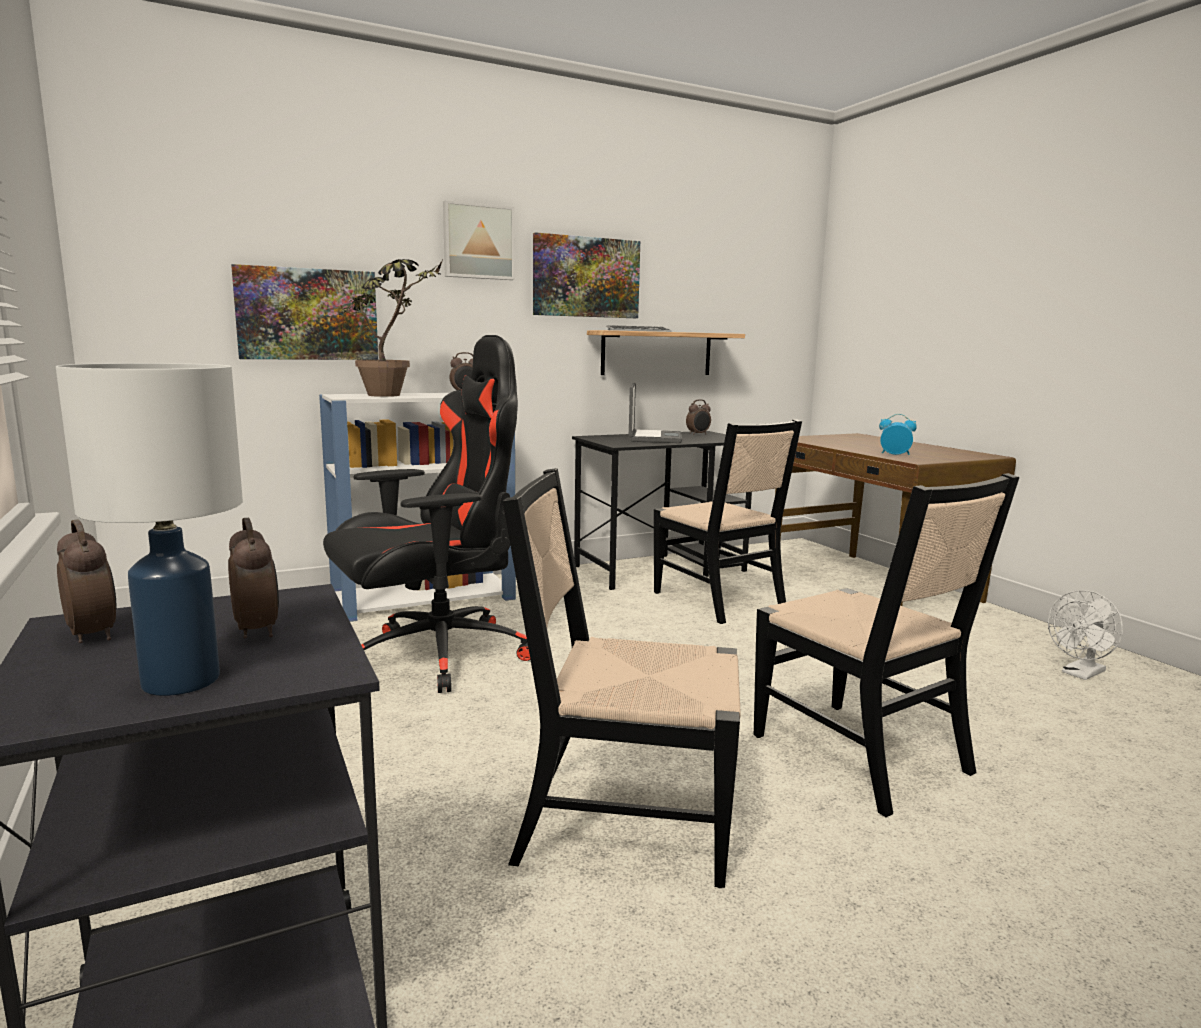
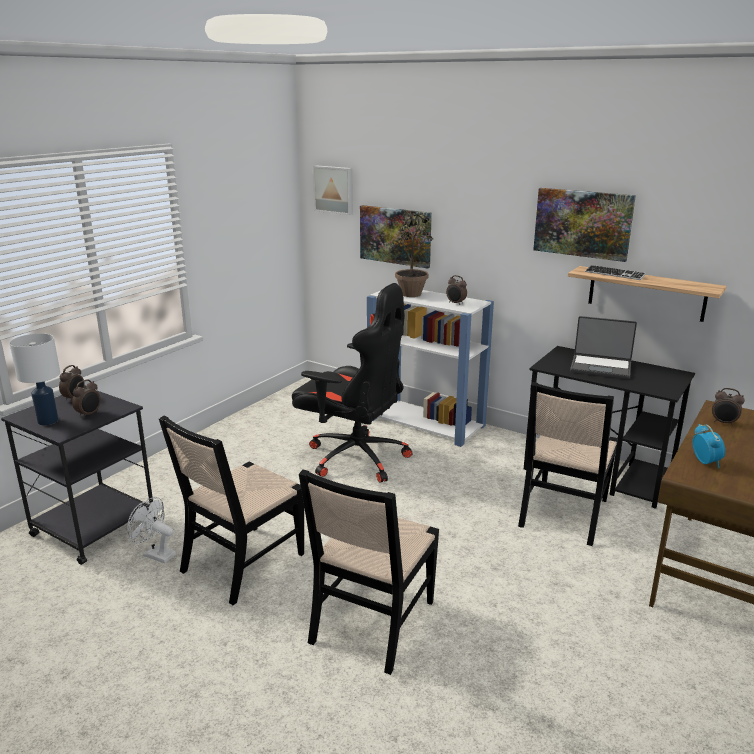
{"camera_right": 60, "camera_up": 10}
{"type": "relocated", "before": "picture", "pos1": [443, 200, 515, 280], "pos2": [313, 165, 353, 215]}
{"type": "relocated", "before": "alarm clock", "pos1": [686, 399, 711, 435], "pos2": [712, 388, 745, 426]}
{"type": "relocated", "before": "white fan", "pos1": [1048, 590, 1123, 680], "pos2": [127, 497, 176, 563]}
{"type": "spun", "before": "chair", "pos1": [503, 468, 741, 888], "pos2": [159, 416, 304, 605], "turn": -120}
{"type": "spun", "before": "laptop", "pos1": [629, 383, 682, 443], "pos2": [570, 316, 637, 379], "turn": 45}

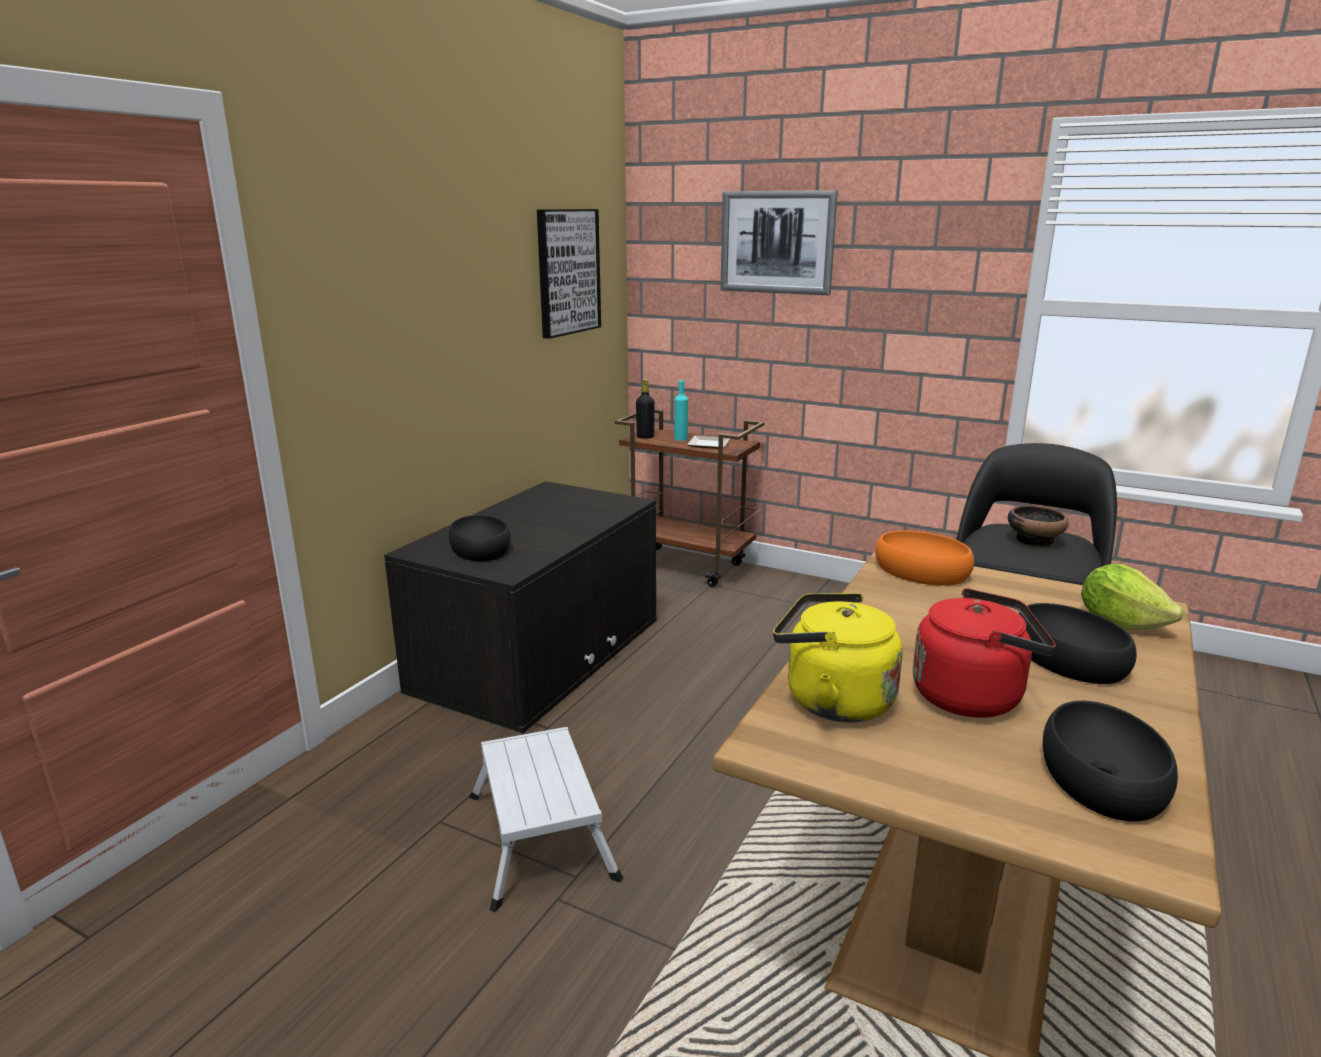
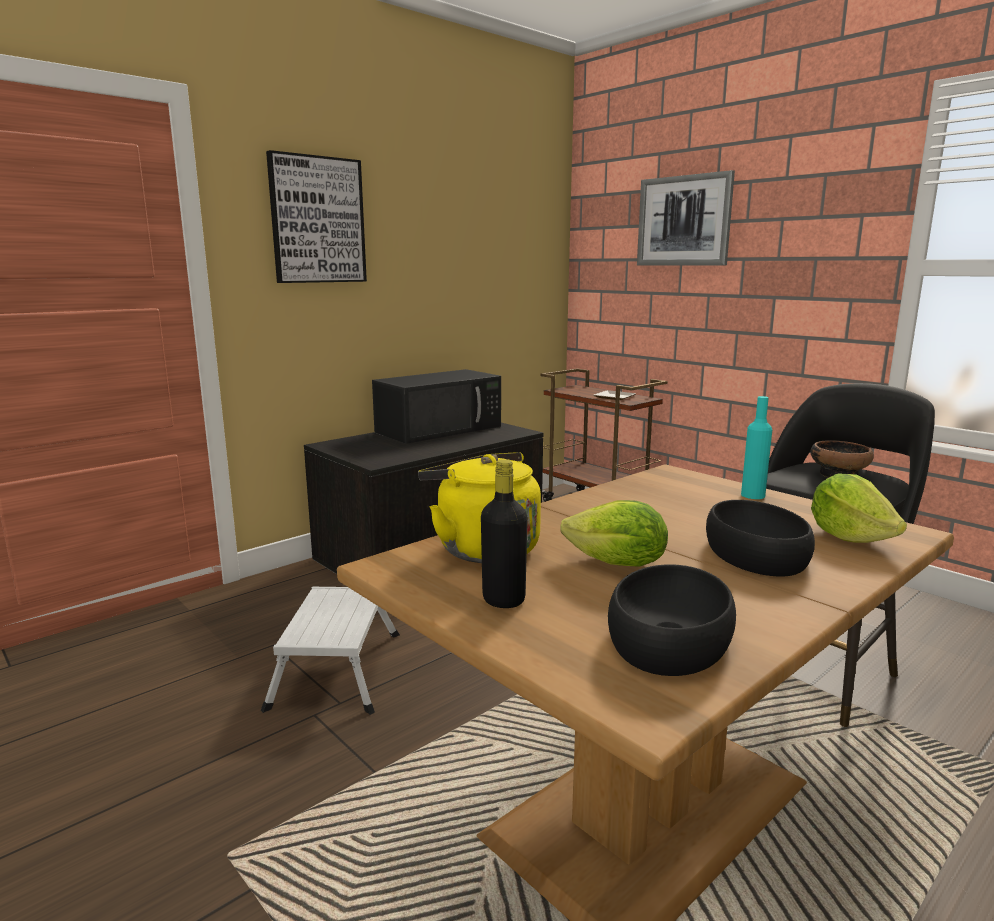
{"camera_right": 20, "camera_up": -5}
{"type": "missing", "before": "black bowl", "pos1": [449, 515, 510, 561]}
{"type": "missing", "before": "orange bowl", "pos1": [875, 530, 974, 586]}
{"type": "appeared", "after": "black microwave", "pos2": [372, 369, 501, 444]}
{"type": "relocated", "before": "picture", "pos1": [537, 209, 601, 339], "pos2": [266, 150, 367, 283]}
{"type": "relocated", "before": "black bottle", "pos1": [636, 379, 655, 439], "pos2": [481, 459, 528, 608]}
{"type": "relocated", "before": "turquoise bottle", "pos1": [674, 380, 688, 441], "pos2": [741, 396, 772, 499]}
{"type": "exchanged", "before": "red kettle", "after": "lettuce", "pos1": [913, 588, 1056, 718], "pos2": [560, 500, 668, 567]}

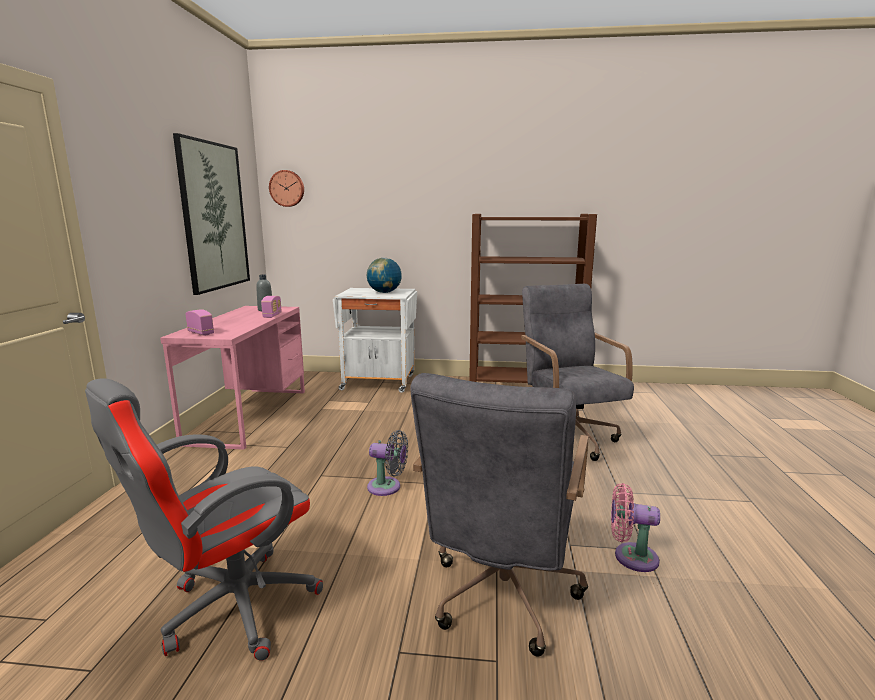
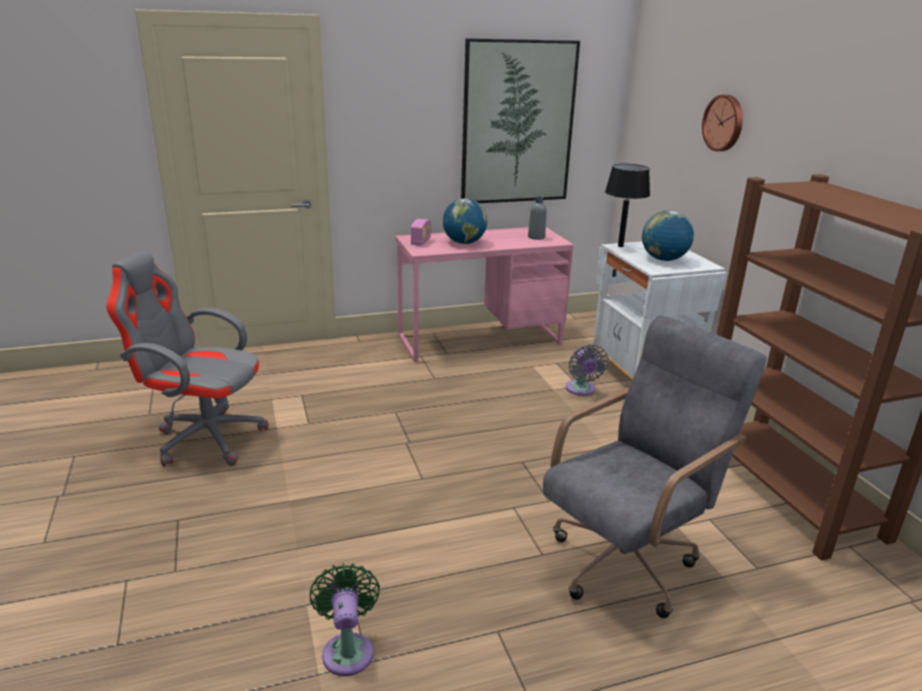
{"camera_right": 65, "camera_up": 10}
{"type": "missing", "before": "radio", "pos1": [261, 296, 282, 318]}
{"type": "missing", "before": "grey office chair", "pos1": [410, 373, 589, 657]}
{"type": "appeared", "after": "globe", "pos2": [443, 198, 487, 244]}
{"type": "appeared", "after": "black table lamp", "pos2": [605, 164, 650, 247]}
{"type": "relocated", "before": "wall clock", "pos1": [269, 170, 304, 207], "pos2": [702, 95, 743, 151]}
{"type": "relocated", "before": "grey fan", "pos1": [367, 430, 408, 496], "pos2": [566, 344, 608, 396]}
{"type": "colour", "before": "pink fan", "after": "green fan", "pos1": [611, 483, 660, 572], "pos2": [310, 563, 380, 676]}

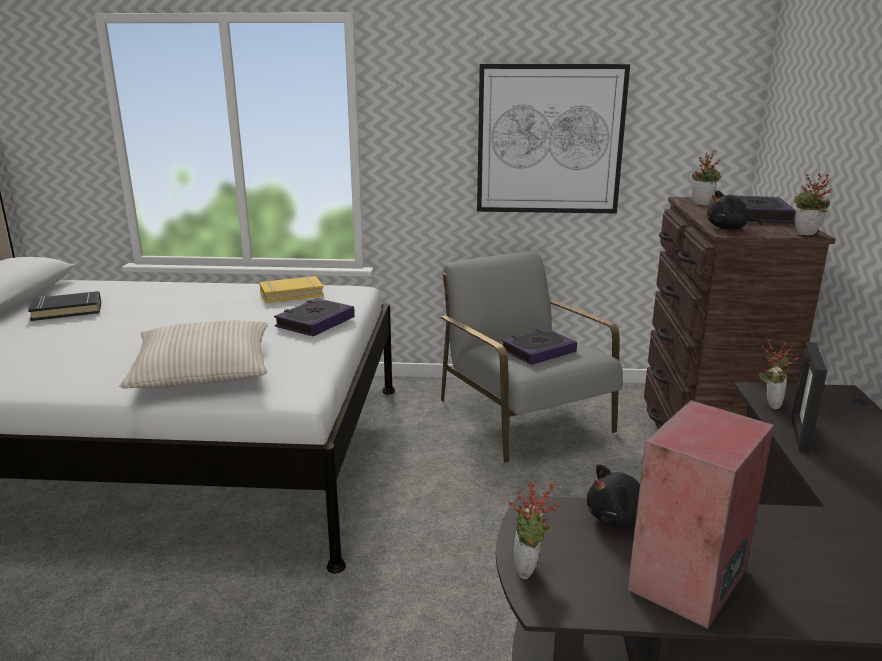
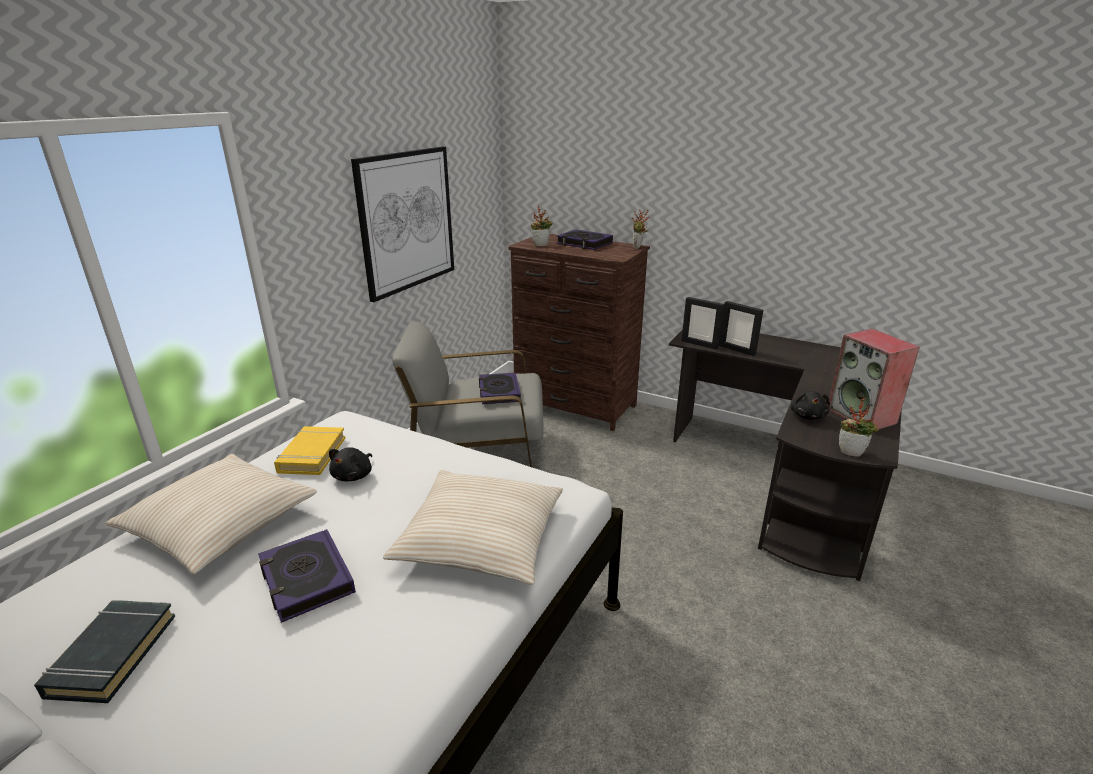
{"camera_right": -65, "camera_up": 5}
{"type": "appeared", "after": "beige pillow", "pos2": [106, 454, 317, 574]}
{"type": "relocated", "before": "book", "pos1": [274, 298, 355, 337], "pos2": [258, 529, 356, 623]}
{"type": "relocated", "before": "black plush toy", "pos1": [707, 190, 762, 230], "pos2": [329, 447, 372, 482]}
{"type": "exchanged", "before": "potted plant", "after": "picture frame", "pos1": [759, 337, 799, 410], "pos2": [681, 297, 724, 350]}

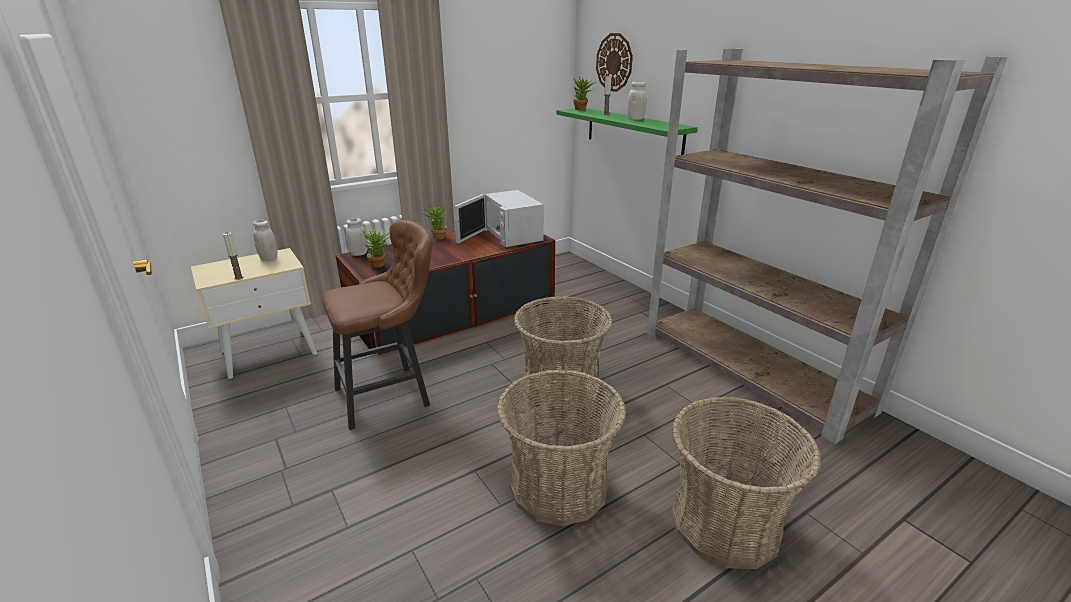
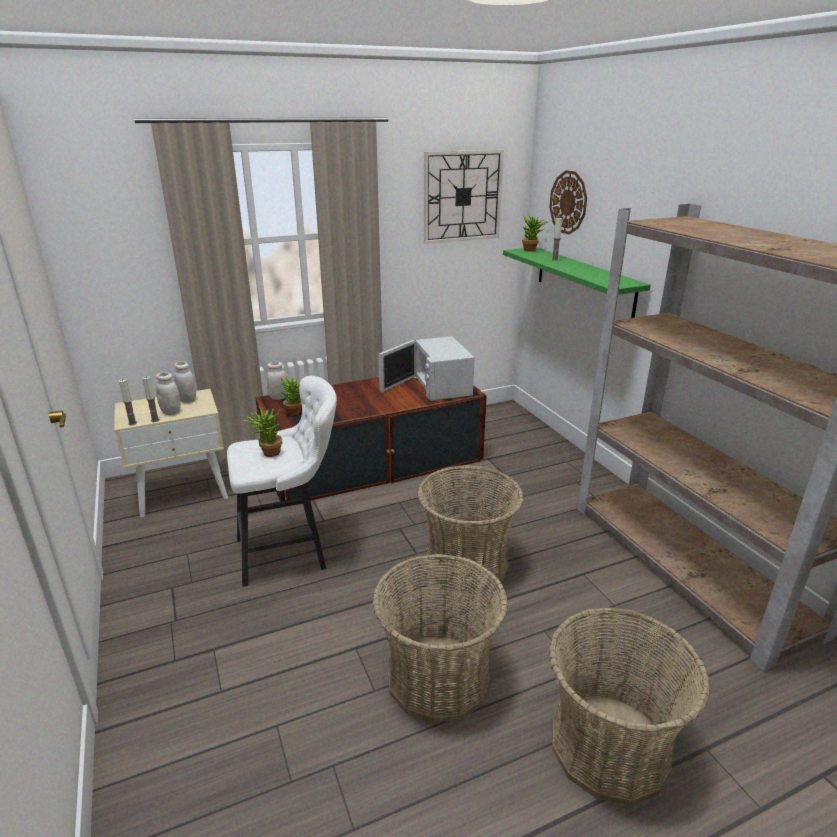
{"camera_right": 10, "camera_up": 0}
{"type": "appeared", "after": "candle", "pos2": [119, 379, 137, 425]}
{"type": "appeared", "after": "wall clock", "pos2": [424, 150, 504, 244]}
{"type": "relocated", "before": "potted plant", "pos1": [422, 204, 447, 240], "pos2": [243, 404, 282, 457]}
{"type": "relocated", "before": "white jar", "pos1": [627, 82, 646, 120], "pos2": [156, 372, 181, 415]}
{"type": "colour", "before": "brown stool", "after": "white stool", "pos1": [322, 219, 433, 430], "pos2": [227, 376, 337, 587]}

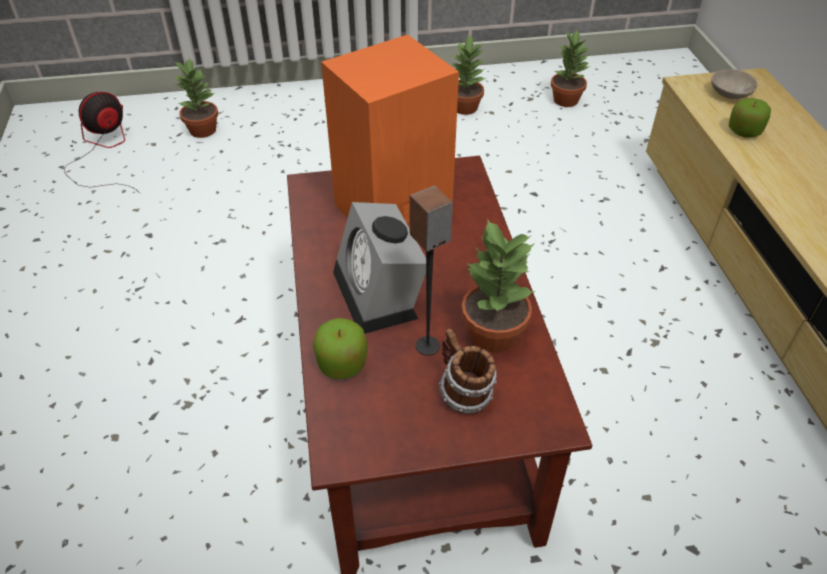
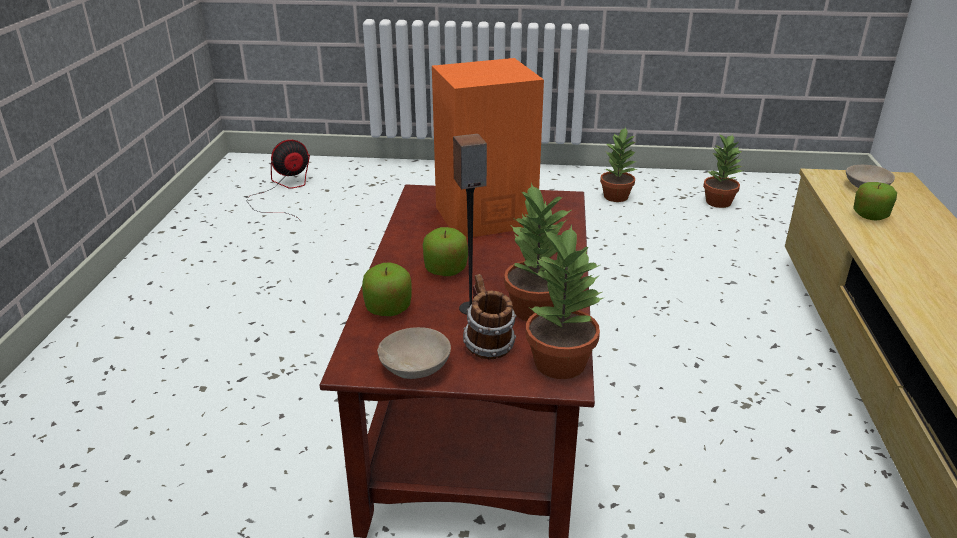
{"camera_right": 15, "camera_up": -15}
{"type": "appeared", "after": "beige bowl", "pos2": [377, 327, 451, 379]}
{"type": "relocated", "before": "potted plant", "pos1": [175, 57, 218, 138], "pos2": [526, 225, 605, 379]}
{"type": "exchanged", "before": "alarm clock", "after": "apple", "pos1": [333, 202, 426, 334], "pos2": [423, 227, 468, 276]}

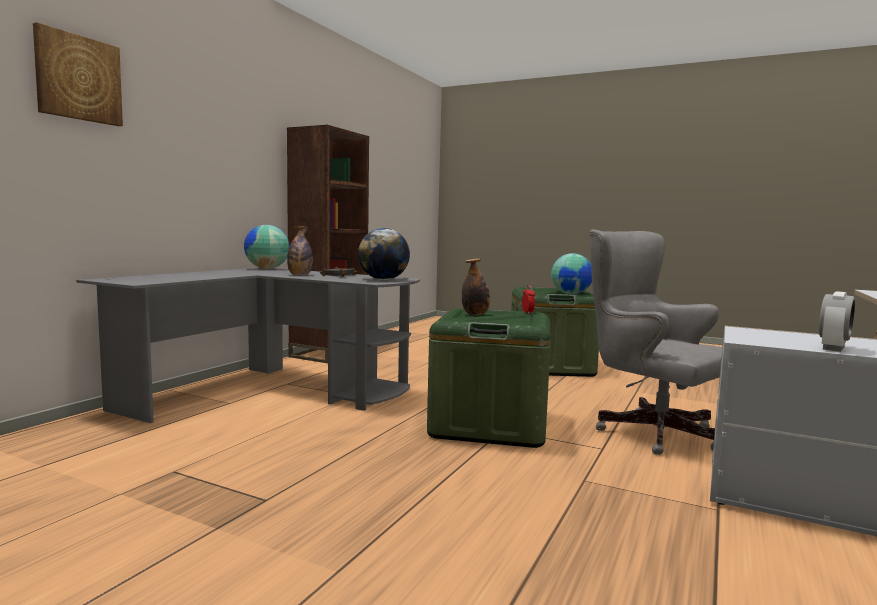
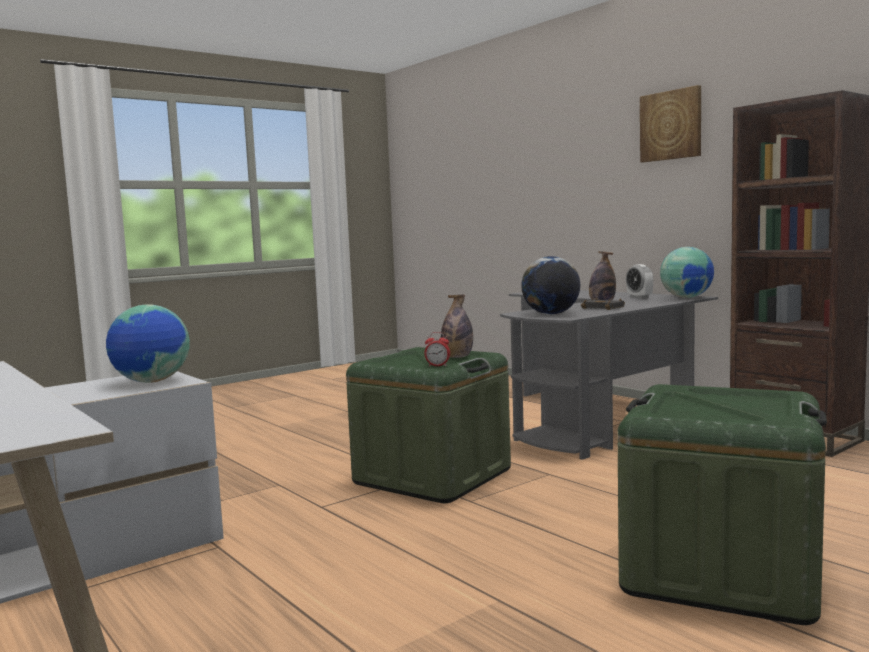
{"camera_right": 115, "camera_up": 0}
{"type": "missing", "before": "grey office chair", "pos1": [589, 229, 722, 455]}
{"type": "relocated", "before": "picture", "pos1": [33, 22, 123, 126], "pos2": [640, 85, 701, 162]}
{"type": "relocated", "before": "globe", "pos1": [551, 253, 592, 295], "pos2": [106, 304, 190, 383]}
{"type": "relocated", "before": "alarm clock", "pos1": [819, 291, 855, 352], "pos2": [626, 264, 654, 299]}

